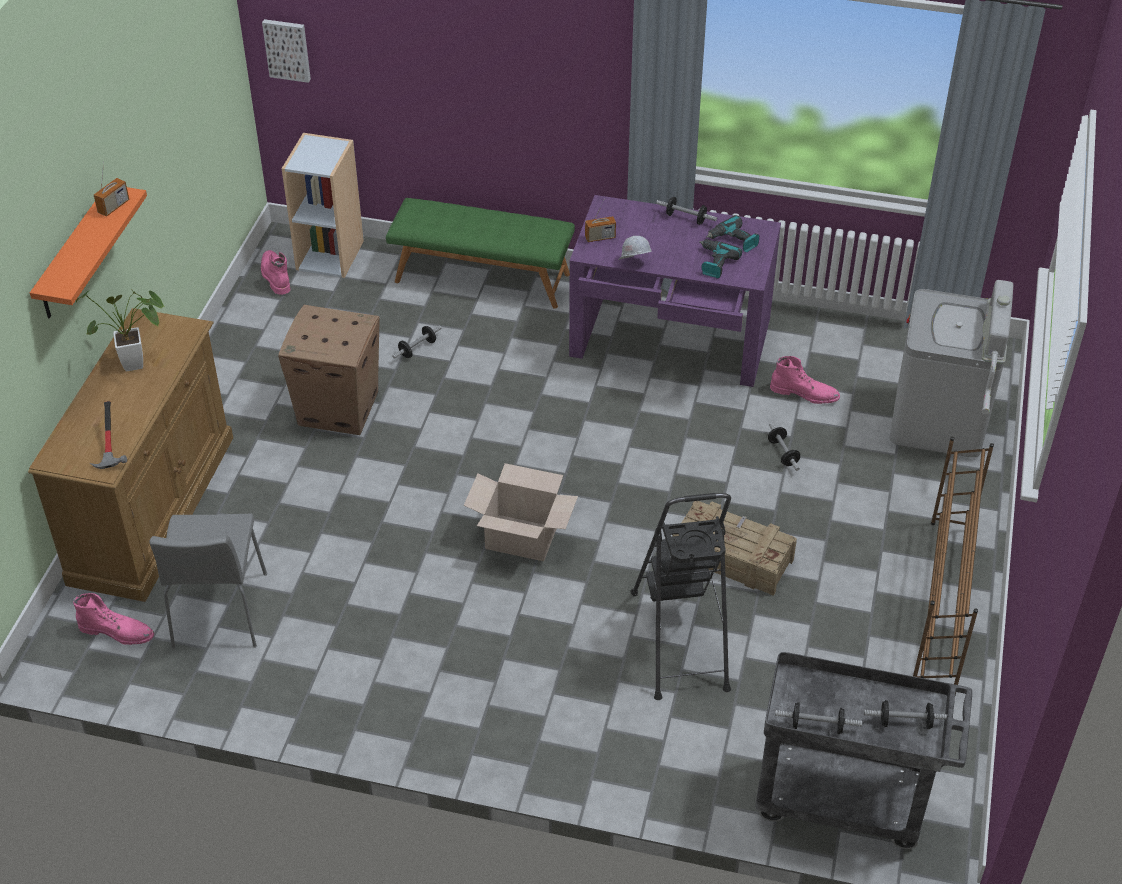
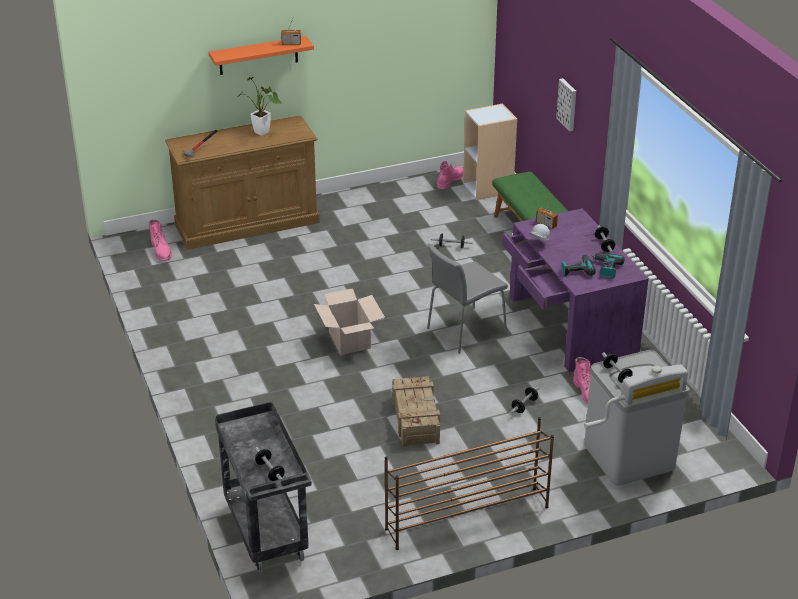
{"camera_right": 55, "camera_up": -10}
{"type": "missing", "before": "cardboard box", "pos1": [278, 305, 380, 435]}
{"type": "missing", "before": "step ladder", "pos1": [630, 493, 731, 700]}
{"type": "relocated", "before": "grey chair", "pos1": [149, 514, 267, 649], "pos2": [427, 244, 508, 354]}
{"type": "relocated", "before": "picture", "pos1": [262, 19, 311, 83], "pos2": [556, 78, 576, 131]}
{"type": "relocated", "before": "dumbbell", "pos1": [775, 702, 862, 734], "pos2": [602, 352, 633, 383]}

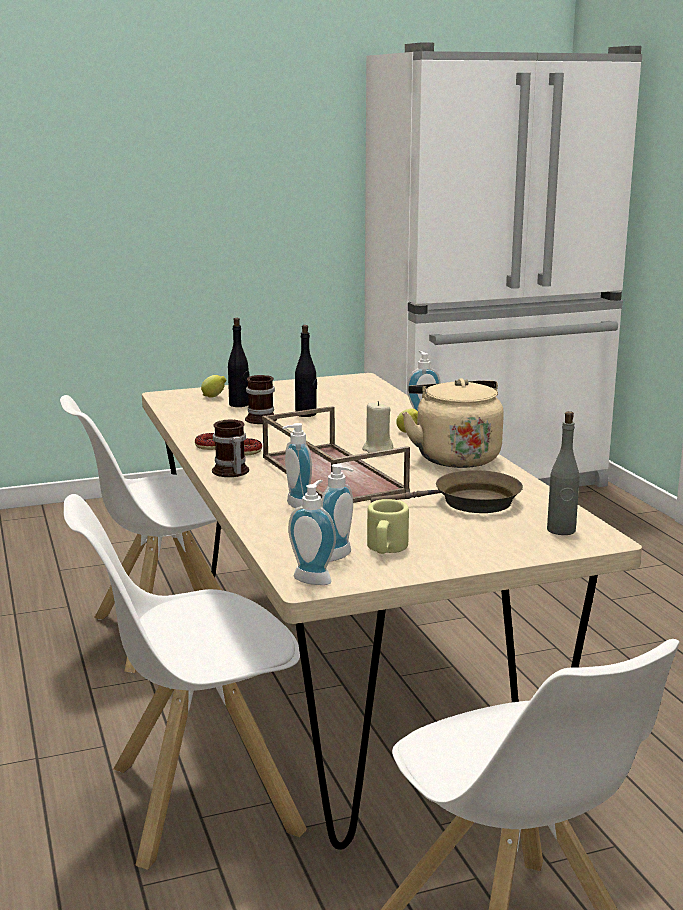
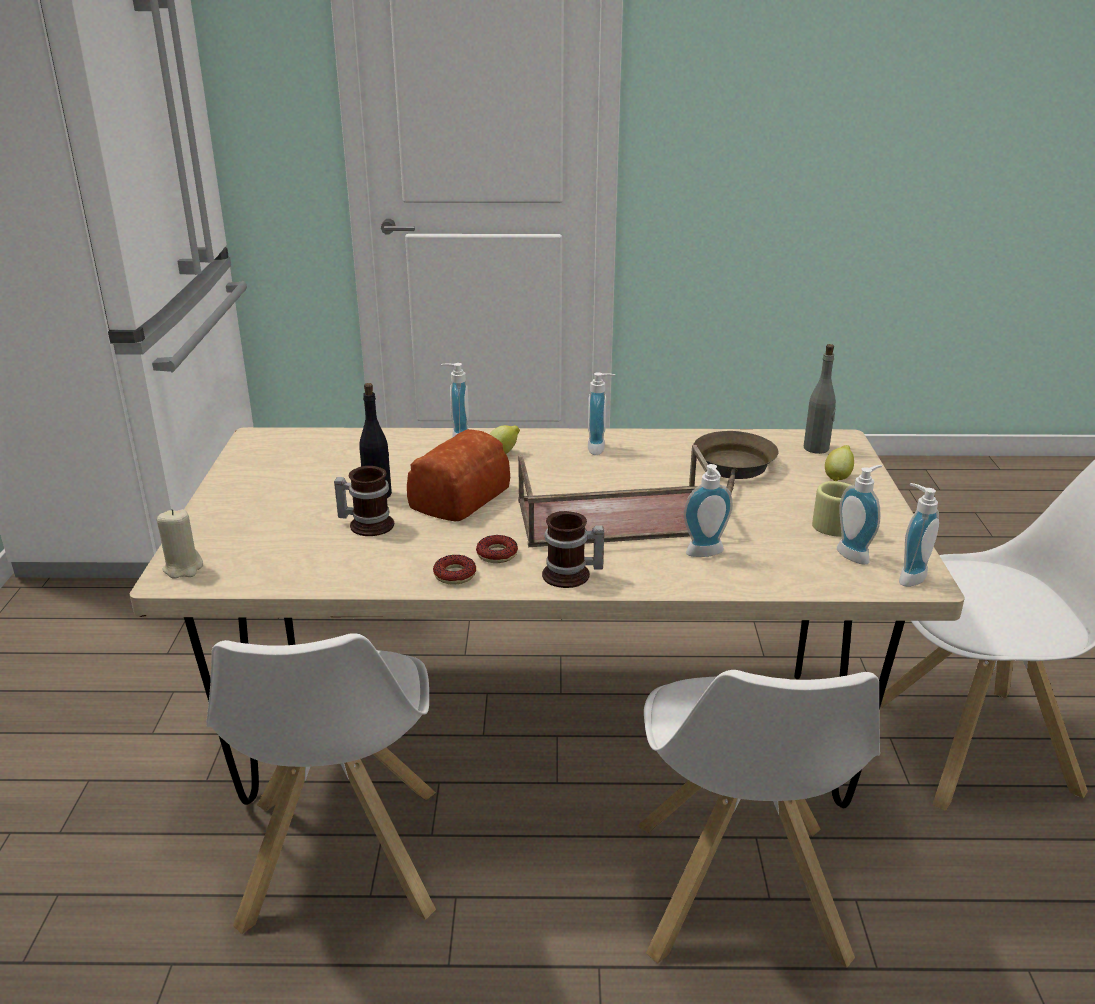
{"camera_right": -70, "camera_up": 10}
{"type": "missing", "before": "black bottle", "pos1": [228, 318, 250, 407]}
{"type": "appeared", "after": "bread", "pos2": [407, 429, 510, 522]}
{"type": "relocated", "before": "lemon", "pos1": [201, 375, 226, 398], "pos2": [825, 445, 854, 481]}
{"type": "relocated", "before": "beige candle", "pos1": [362, 401, 393, 453], "pos2": [157, 509, 203, 579]}
{"type": "exchanged", "before": "beige kettle", "after": "soap dispenser", "pos1": [402, 378, 504, 468], "pos2": [588, 372, 615, 455]}

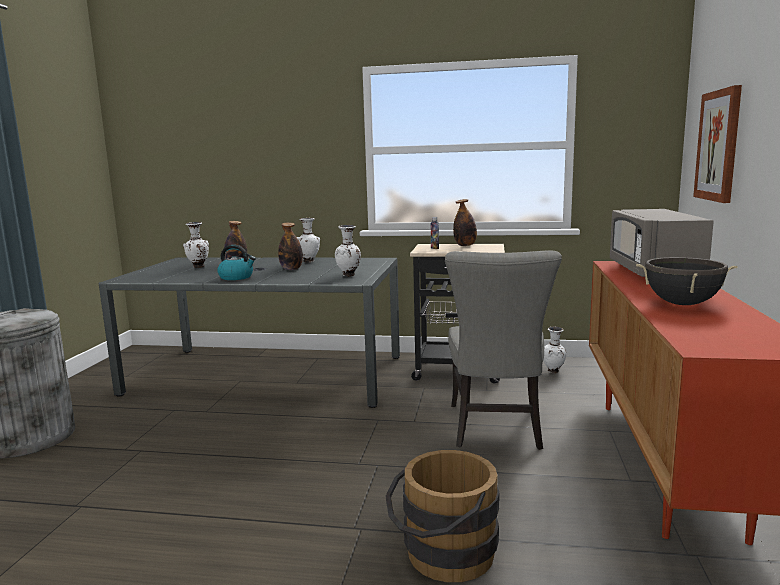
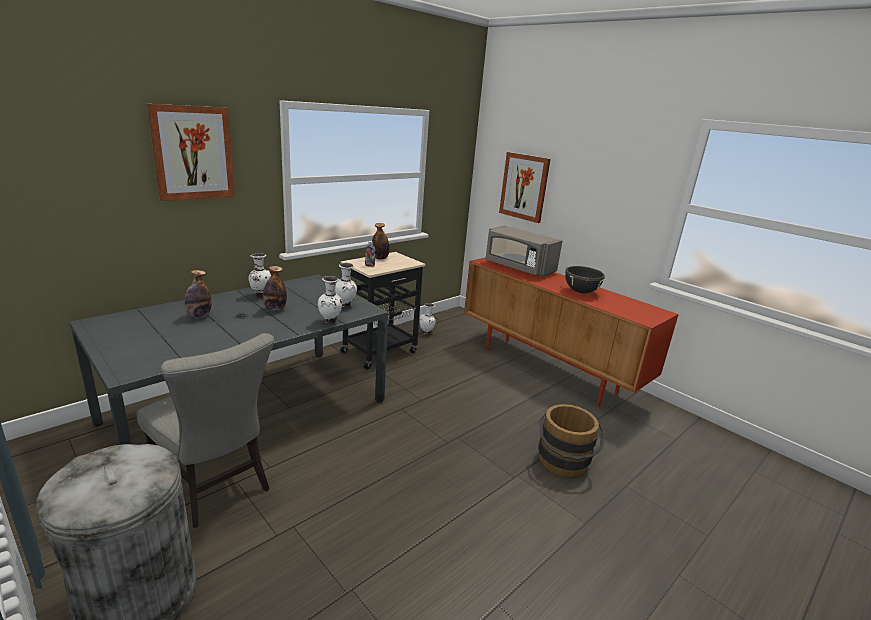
{"camera_right": -55, "camera_up": 10}
{"type": "missing", "before": "kettle", "pos1": [217, 245, 256, 280]}
{"type": "appeared", "after": "picture", "pos2": [147, 104, 235, 201]}
{"type": "relocated", "before": "white vase", "pos1": [183, 222, 209, 268], "pos2": [318, 276, 343, 324]}
{"type": "relocated", "before": "grey chair", "pos1": [445, 250, 562, 450], "pos2": [137, 333, 275, 528]}

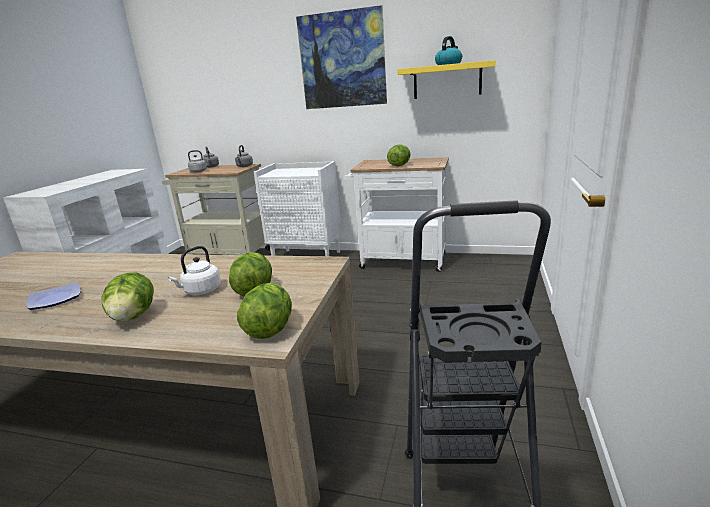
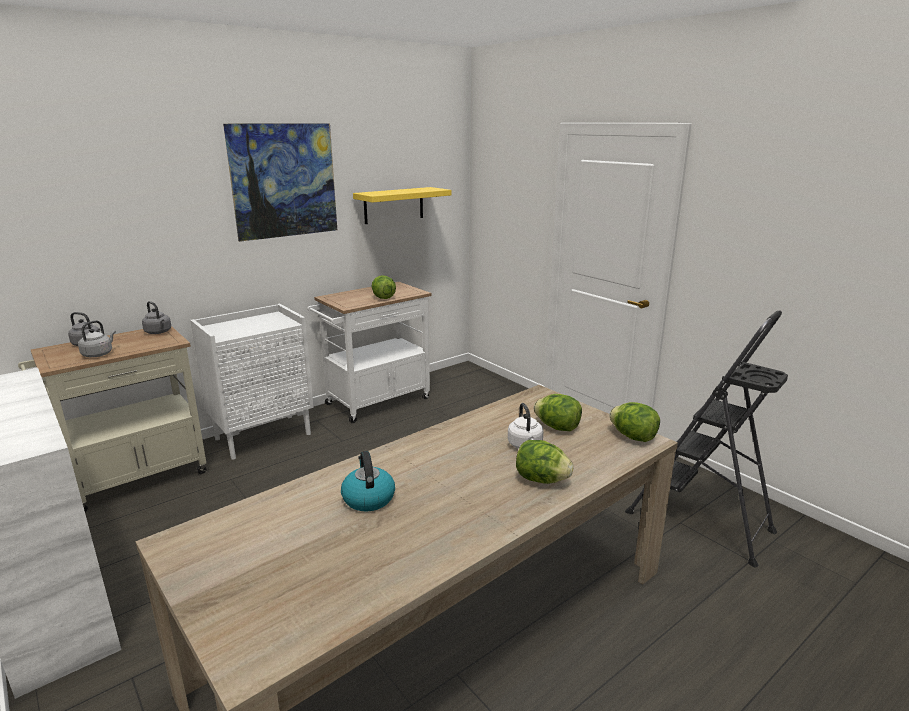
{"camera_right": -55, "camera_up": 0}
{"type": "missing", "before": "plate", "pos1": [27, 282, 81, 310]}
{"type": "relocated", "before": "kettle", "pos1": [435, 36, 462, 65], "pos2": [341, 451, 395, 512]}

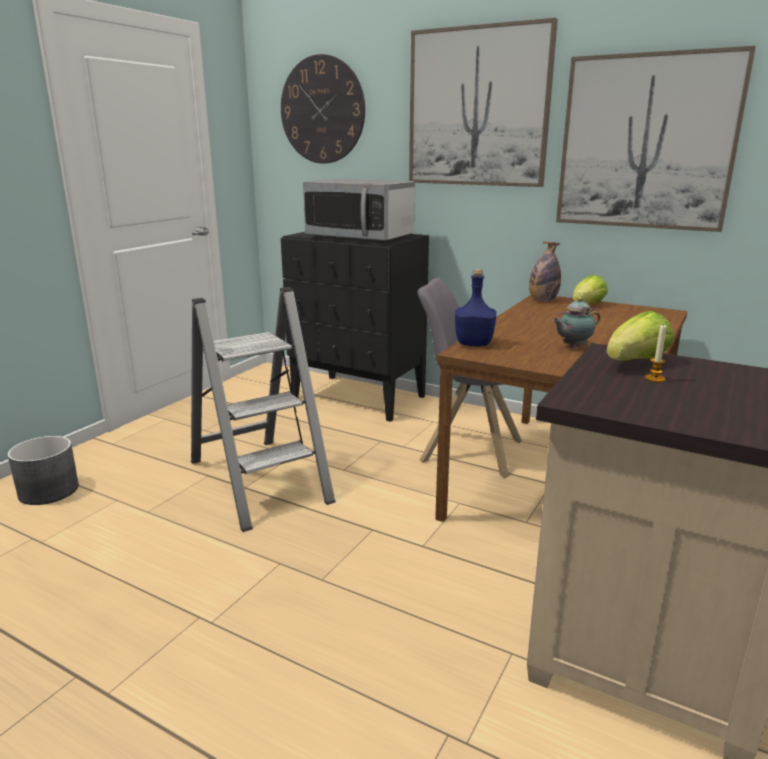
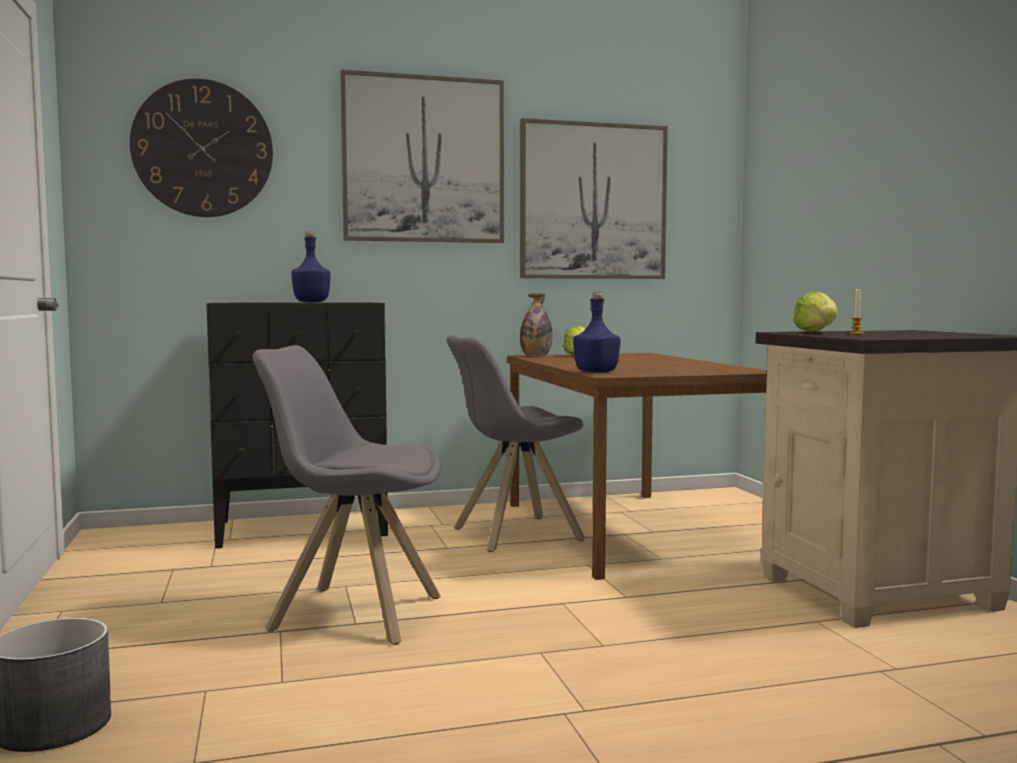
{"camera_right": -45, "camera_up": -15}
{"type": "missing", "before": "teapot", "pos1": [552, 297, 600, 348]}
{"type": "exchanged", "before": "grey step ladder", "after": "grey chair", "pos1": [191, 287, 336, 532], "pos2": [252, 345, 441, 645]}
{"type": "exchanged", "before": "microwave", "after": "blue bottle", "pos1": [303, 179, 415, 242], "pos2": [292, 231, 331, 302]}

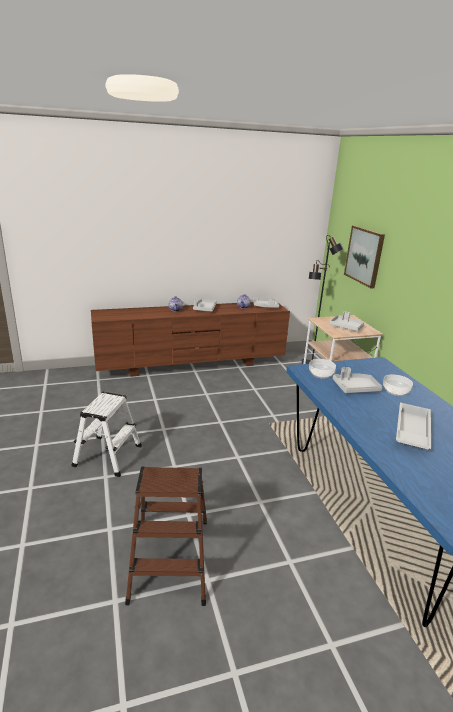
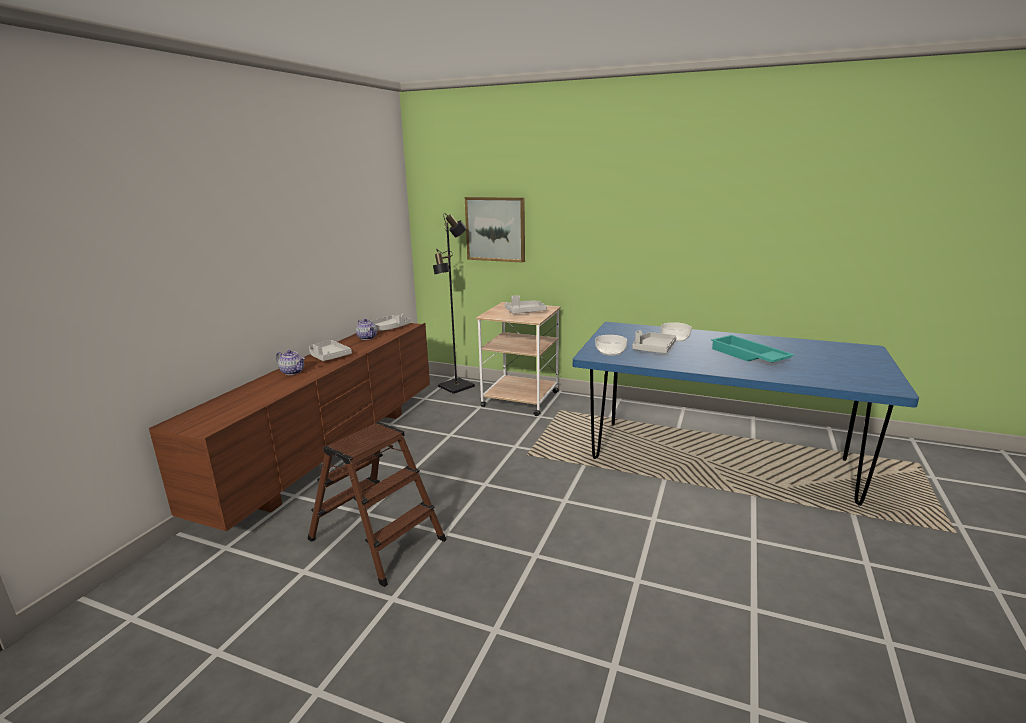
{"camera_right": -50, "camera_up": -5}
{"type": "missing", "before": "white step ladder", "pos1": [72, 392, 142, 477]}
{"type": "relocated", "before": "brown step ladder", "pos1": [125, 466, 207, 606], "pos2": [307, 422, 447, 587]}
{"type": "colour", "before": "white tray", "after": "turquoise tray", "pos1": [396, 403, 431, 450], "pos2": [711, 335, 794, 363]}

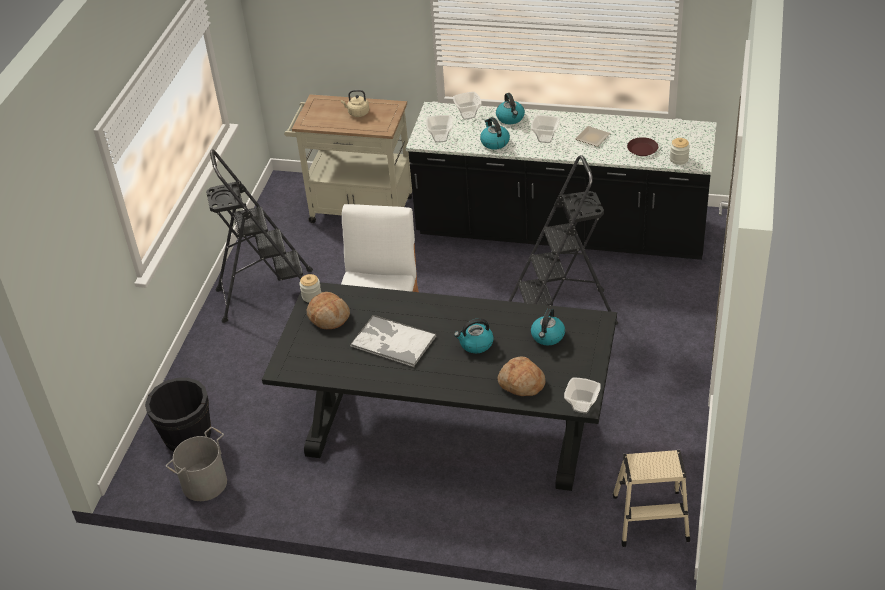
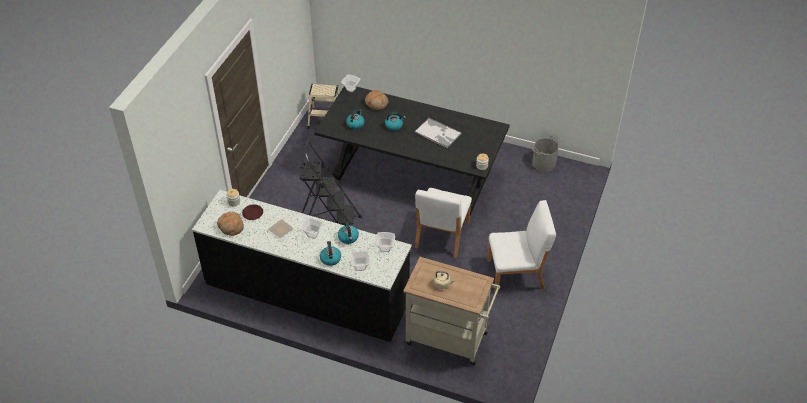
{"camera_right": -175, "camera_up": 5}
{"type": "missing", "before": "black bucket", "pos1": [145, 378, 211, 451]}
{"type": "relocated", "before": "bread", "pos1": [307, 292, 350, 329], "pos2": [217, 212, 244, 236]}
{"type": "exchanged", "before": "step ladder", "after": "white chair", "pos1": [206, 149, 313, 323], "pos2": [487, 200, 556, 294]}

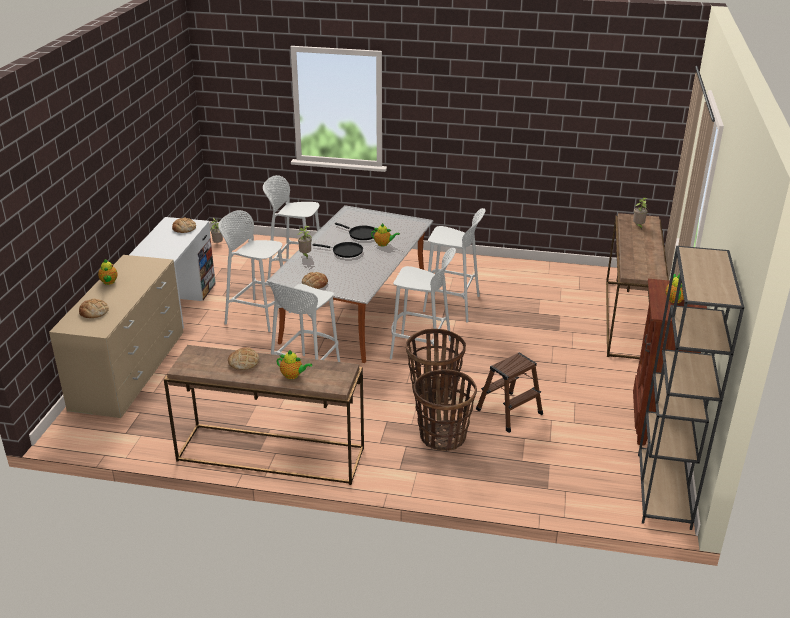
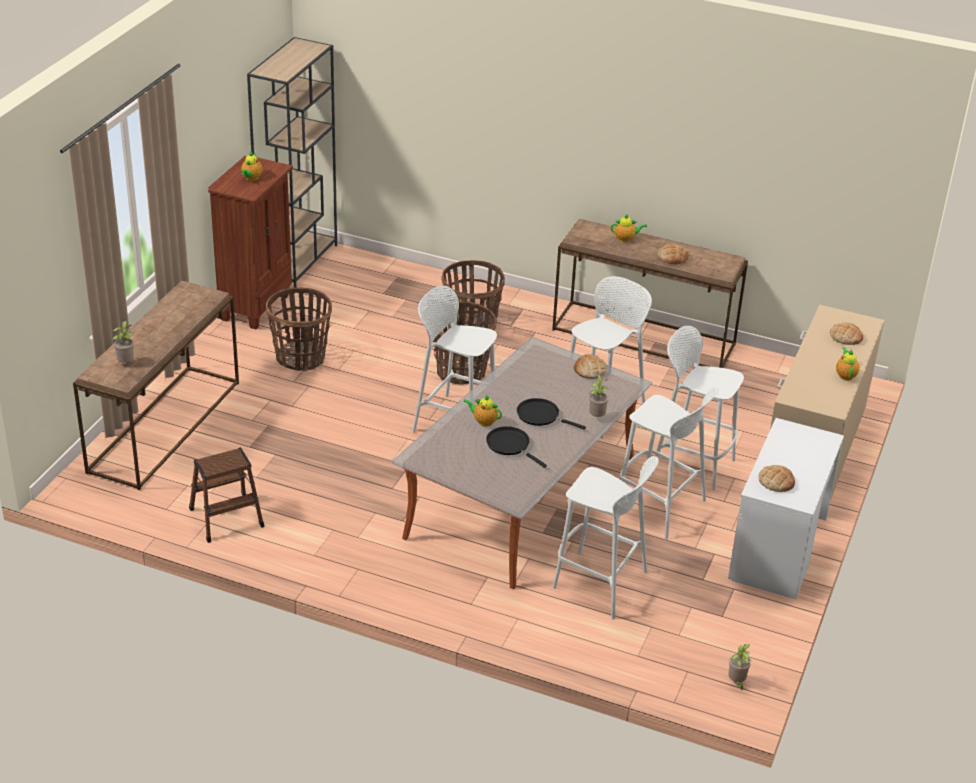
{"camera_right": -170, "camera_up": 5}
{"type": "appeared", "after": "basket", "pos2": [266, 287, 332, 371]}
{"type": "relocated", "before": "white stool", "pos1": [423, 208, 486, 322], "pos2": [651, 326, 744, 490]}
{"type": "relocated", "before": "brown step ladder", "pos1": [476, 352, 543, 433], "pos2": [189, 447, 265, 543]}
{"type": "spun", "before": "teapot", "pos1": [277, 350, 312, 379], "pos2": [611, 214, 647, 242], "turn": 150}

